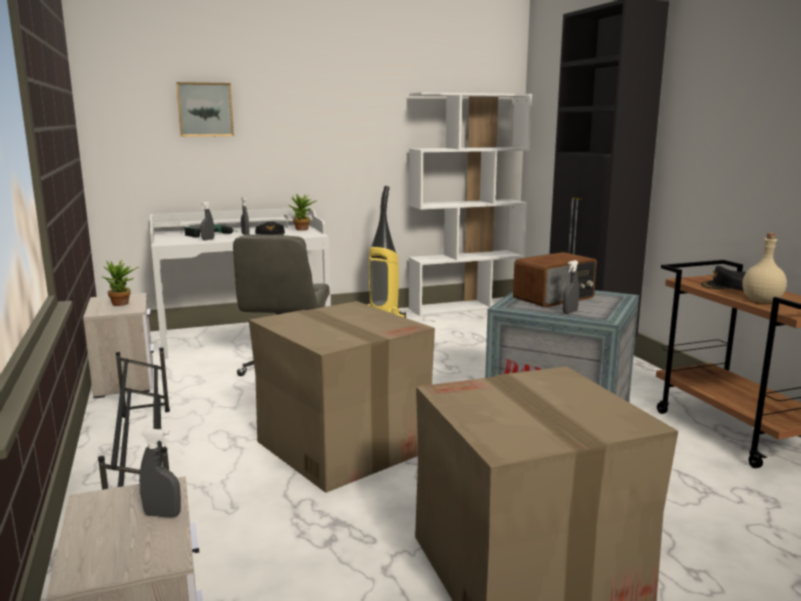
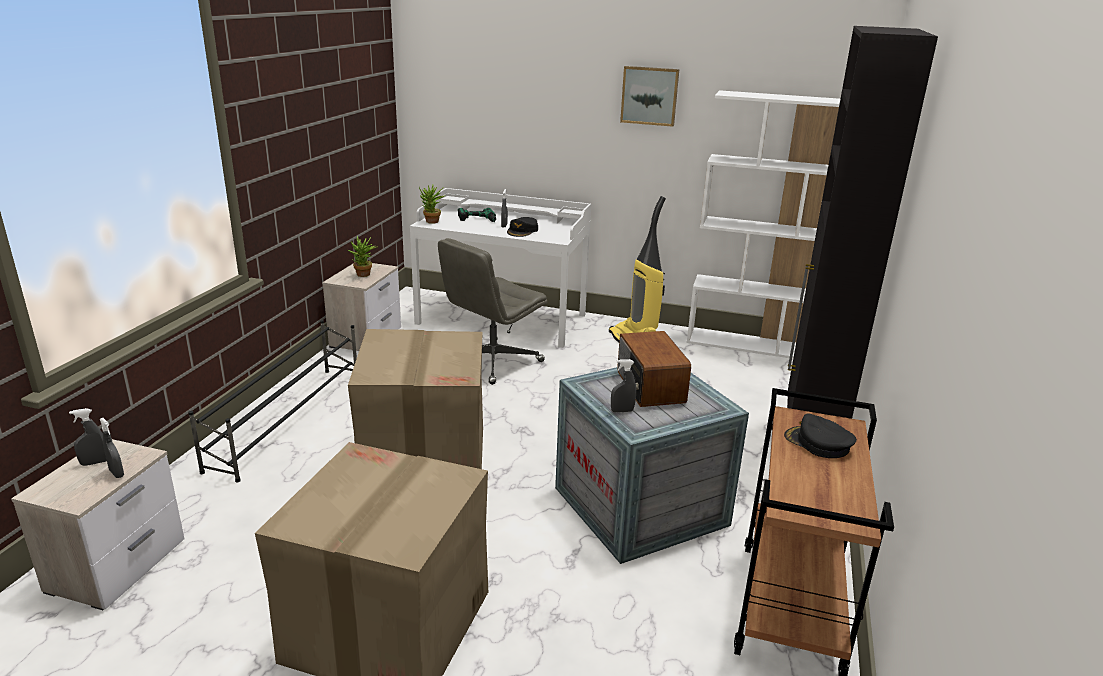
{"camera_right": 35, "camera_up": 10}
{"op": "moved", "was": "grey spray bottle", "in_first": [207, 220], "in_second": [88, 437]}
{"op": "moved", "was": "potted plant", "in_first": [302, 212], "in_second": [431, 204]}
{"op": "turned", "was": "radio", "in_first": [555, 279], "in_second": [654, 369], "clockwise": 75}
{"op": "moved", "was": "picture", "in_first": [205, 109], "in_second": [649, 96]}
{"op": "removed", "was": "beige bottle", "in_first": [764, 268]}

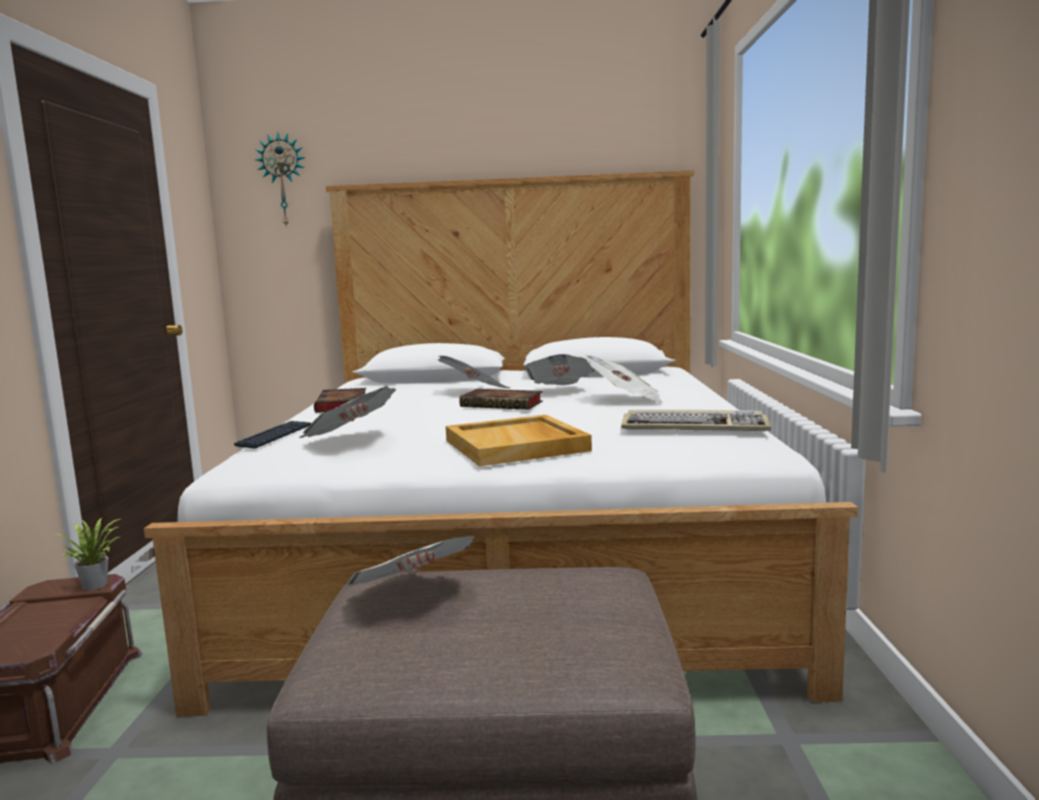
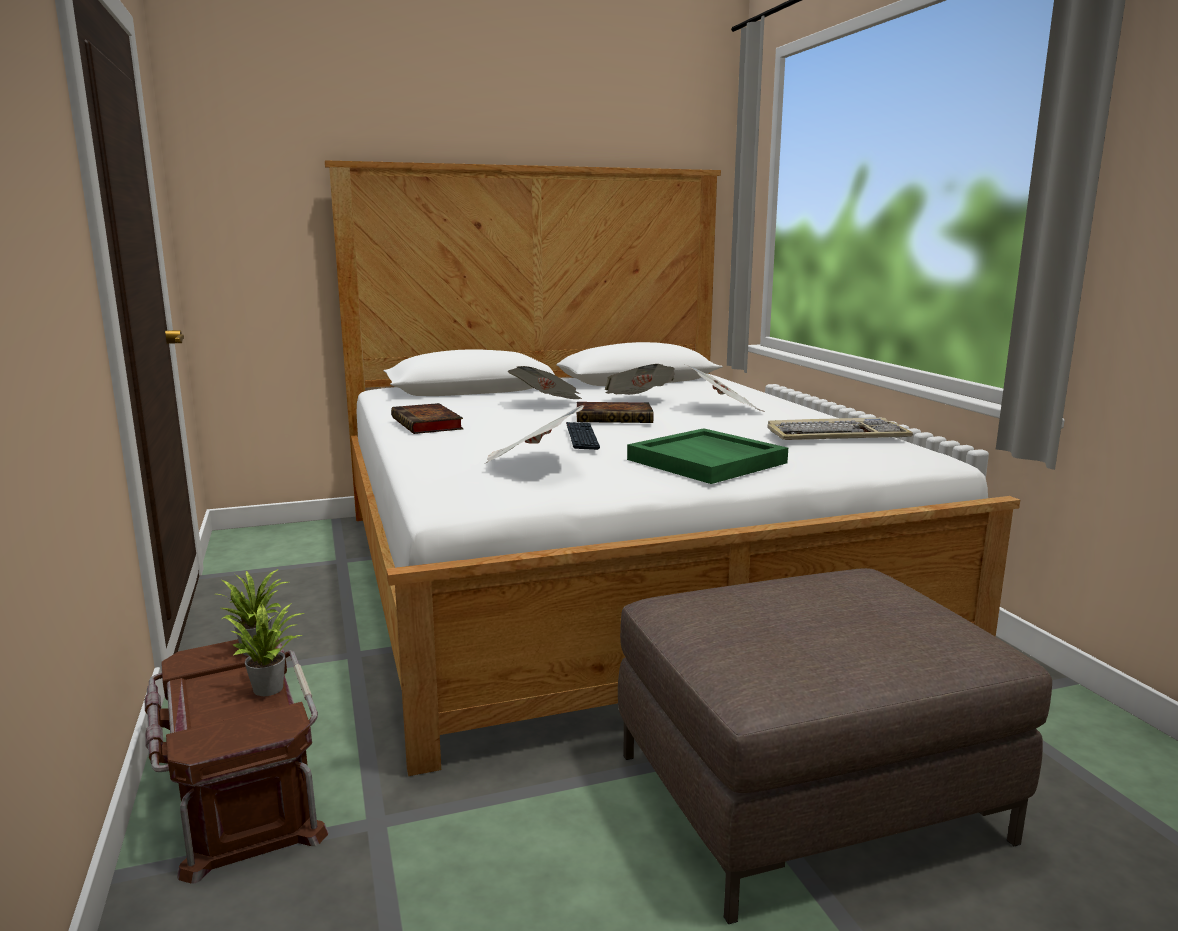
{"camera_right": -20, "camera_up": 5}
{"op": "added", "now": "potted plant", "in_second": [264, 649]}
{"op": "moved", "was": "keyboard", "in_first": [272, 435], "in_second": [583, 436]}
{"op": "recoloured", "was": "beige tray", "now": "green tray", "in_first": [519, 441], "in_second": [707, 456]}
{"op": "removed", "was": "wall clock", "in_first": [280, 180]}
{"op": "removed", "was": "newspaper", "in_first": [411, 561]}

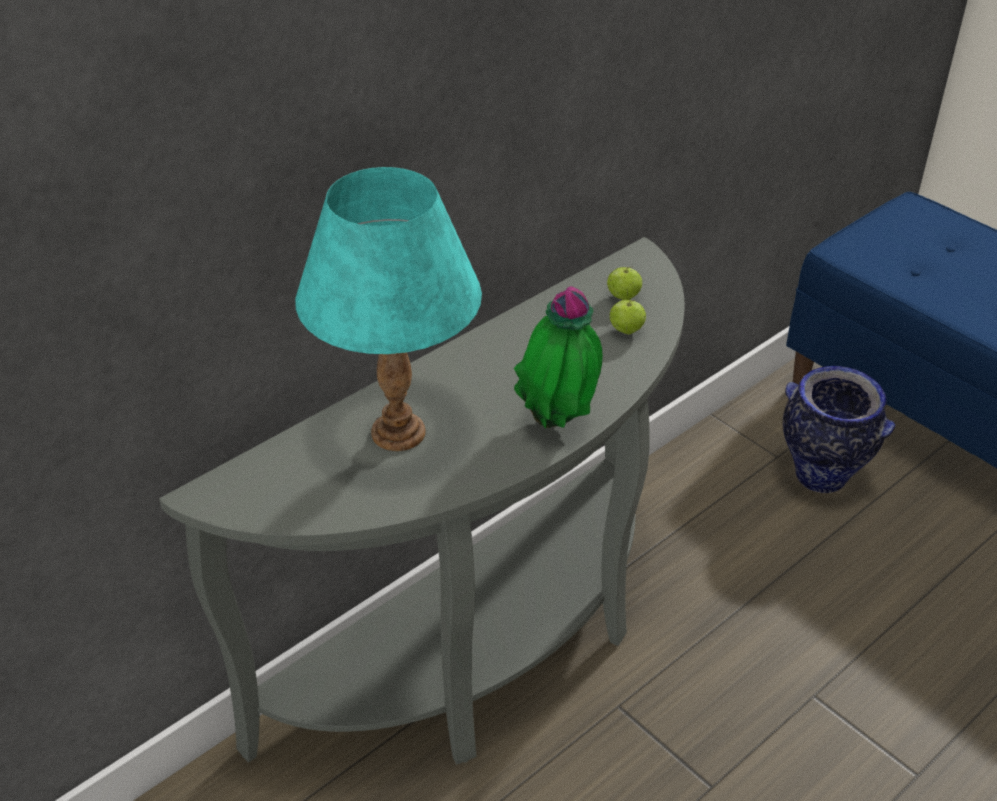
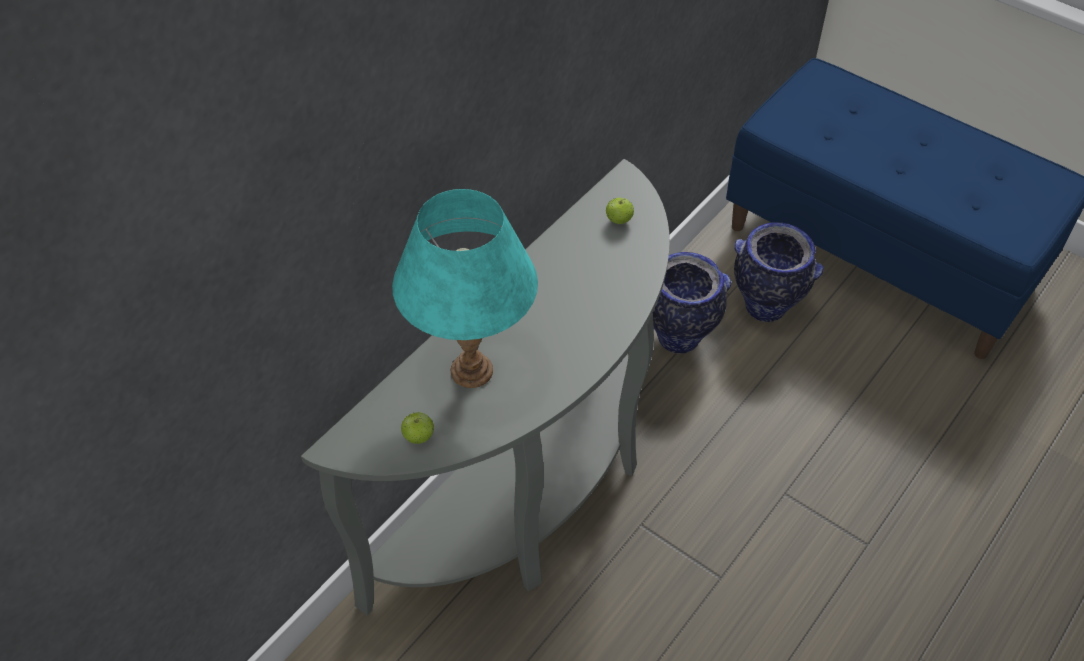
{"camera_right": -10, "camera_up": 10}
{"op": "moved", "was": "apple", "in_first": [628, 317], "in_second": [417, 428]}
{"op": "added", "now": "vase", "in_second": [692, 303]}
{"op": "removed", "was": "potted plant", "in_first": [558, 357]}

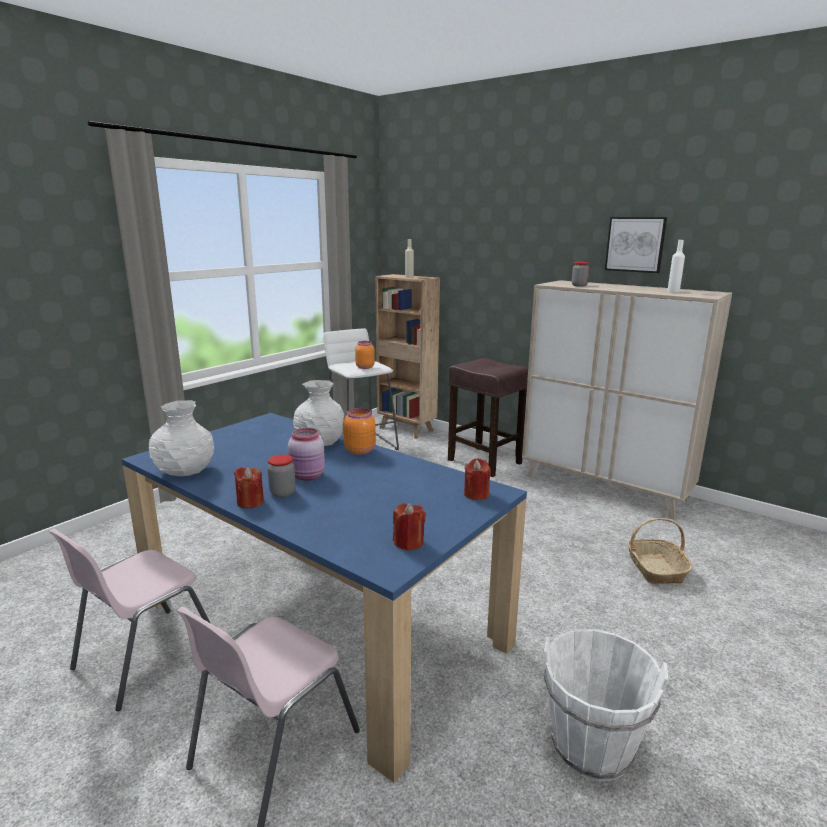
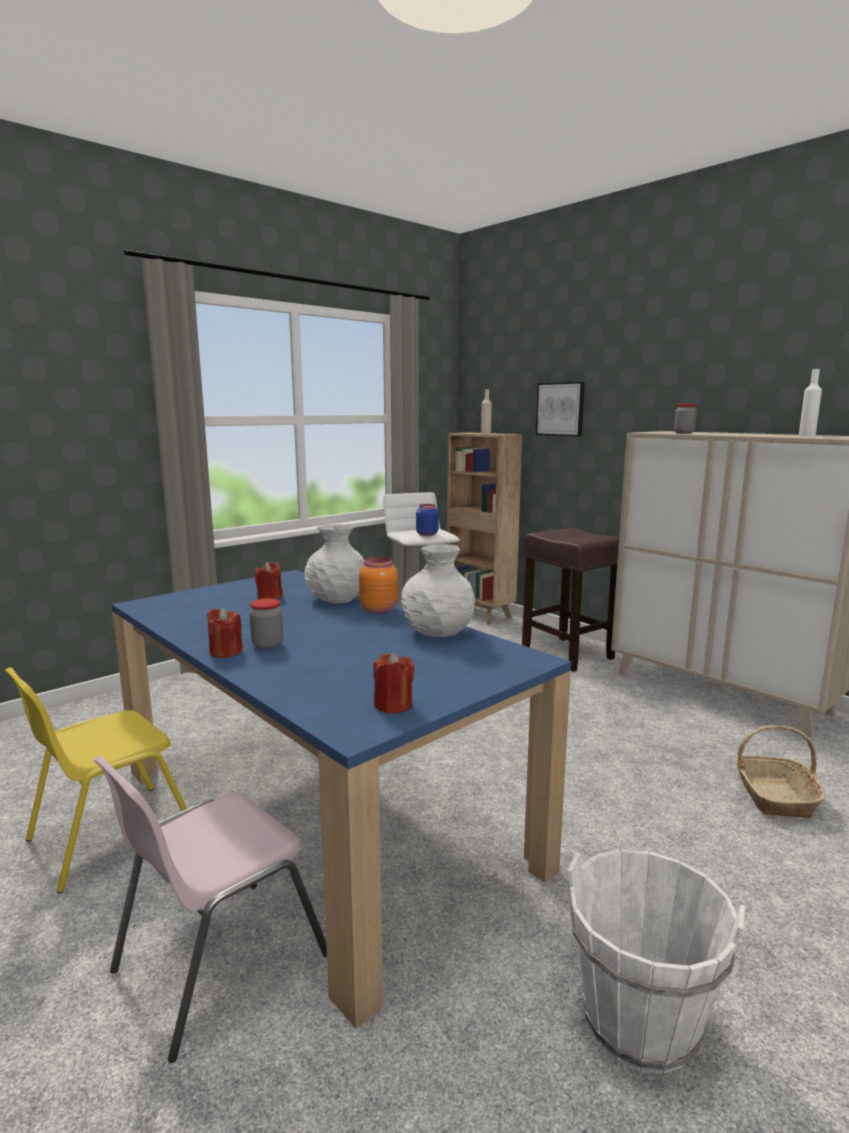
{"camera_right": 10, "camera_up": -5}
{"op": "recoloured", "was": "pink chair", "now": "yellow chair", "in_first": [129, 619], "in_second": [96, 780]}
{"op": "moved", "was": "red candle", "in_first": [477, 479], "in_second": [268, 580]}
{"op": "moved", "was": "white vase", "in_first": [181, 438], "in_second": [438, 590]}
{"op": "recoloured", "was": "orange jar", "now": "blue jar", "in_first": [365, 355], "in_second": [427, 520]}
{"op": "moved", "was": "picture", "in_first": [636, 245], "in_second": [560, 409]}
{"op": "removed", "was": "pink jar", "in_first": [306, 454]}

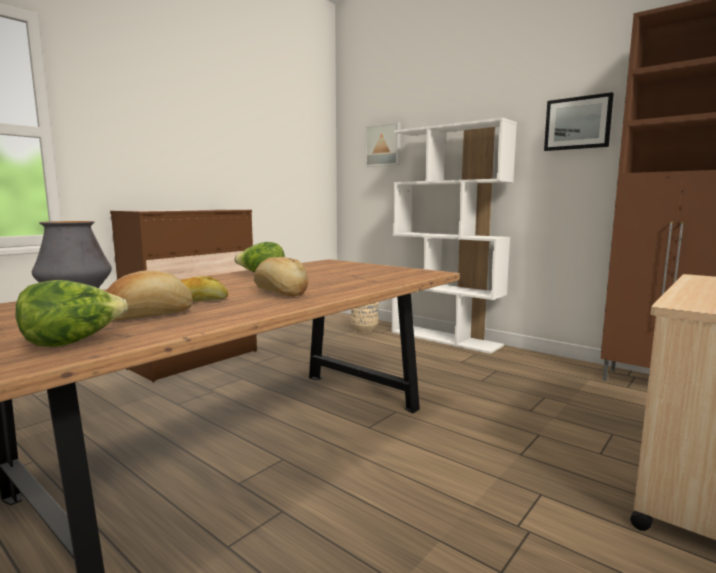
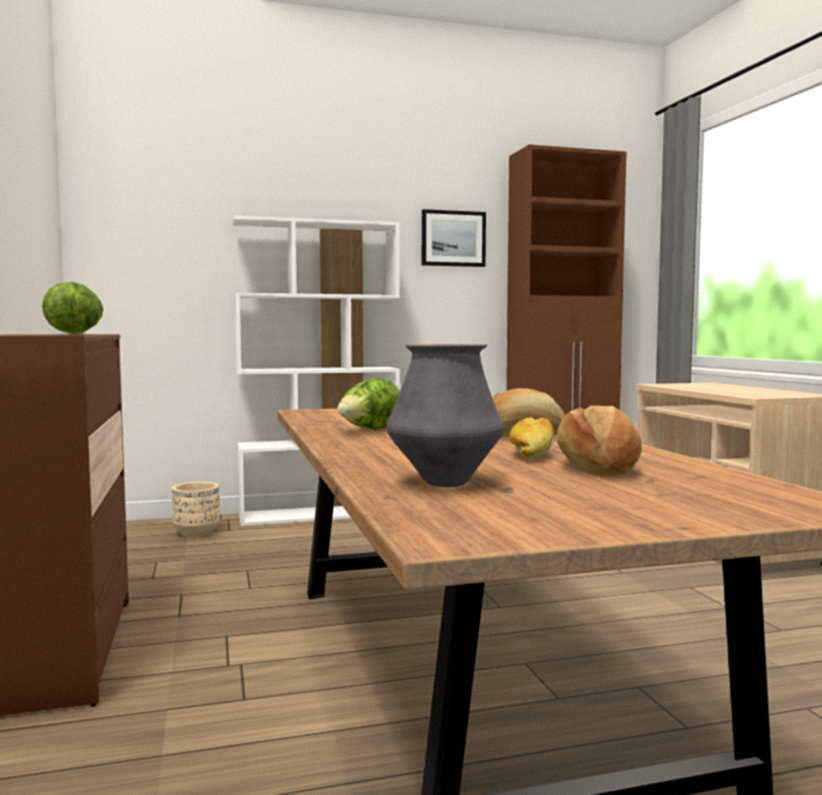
{"camera_right": -55, "camera_up": -5}
{"op": "moved", "was": "lettuce", "in_first": [71, 313], "in_second": [72, 308]}
{"op": "removed", "was": "picture", "in_first": [383, 144]}

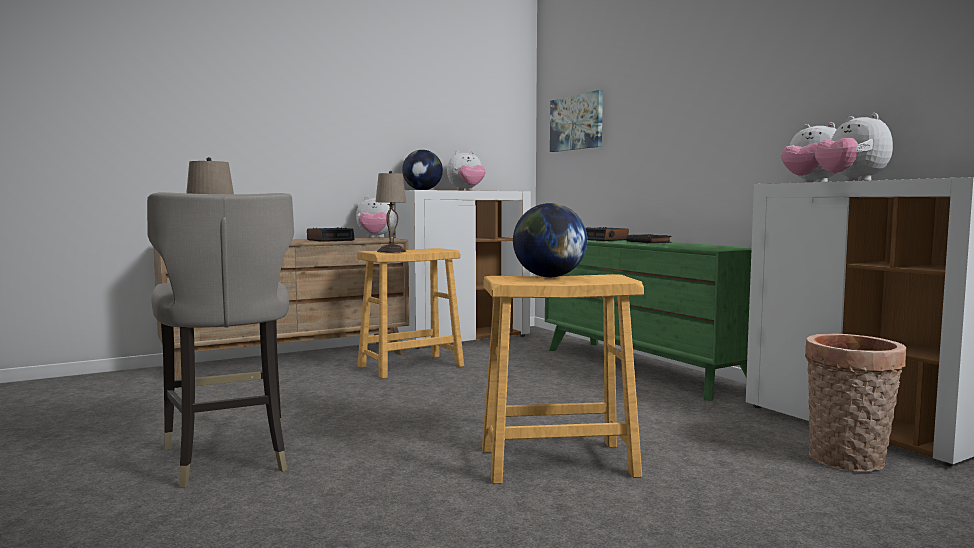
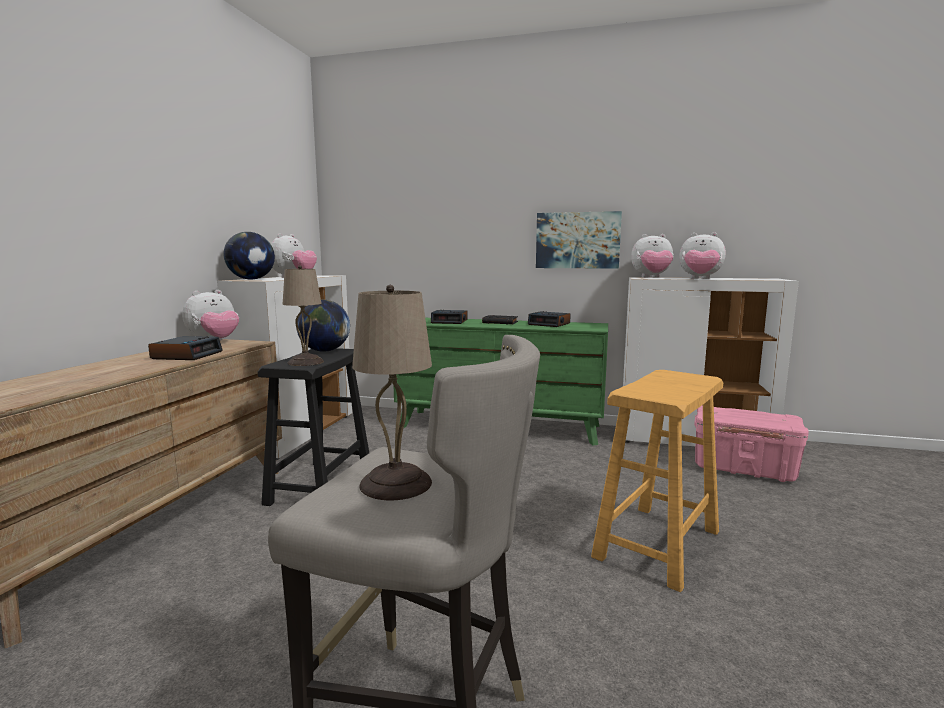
{"camera_right": -45, "camera_up": 5}
{"op": "recoloured", "was": "beige stool", "now": "black stool", "in_first": [410, 313], "in_second": [313, 427]}
{"op": "moved", "was": "globe", "in_first": [550, 240], "in_second": [323, 326]}
{"op": "added", "now": "alarm clock", "in_second": [549, 319]}
{"op": "moved", "was": "picture", "in_first": [576, 121], "in_second": [579, 240]}
{"op": "replaced", "was": "basket", "now": "pink storage box", "in_first": [855, 402], "in_second": [751, 443]}

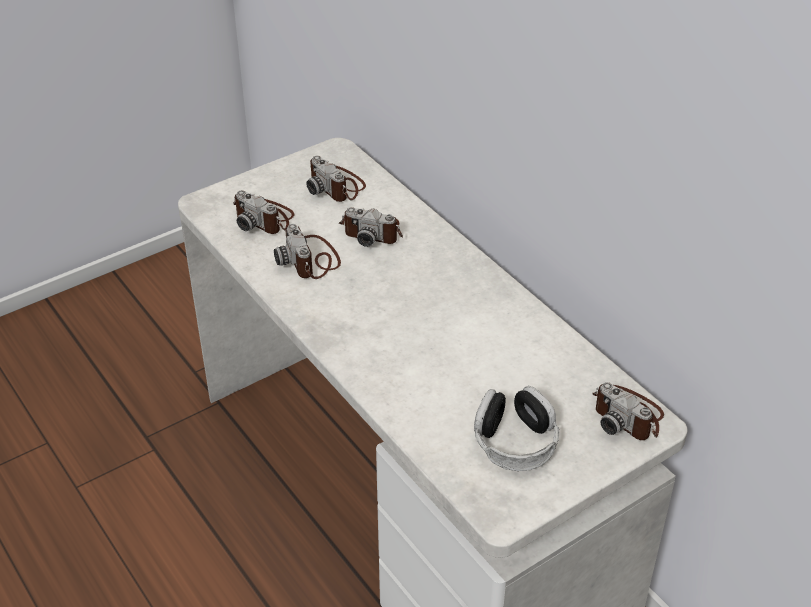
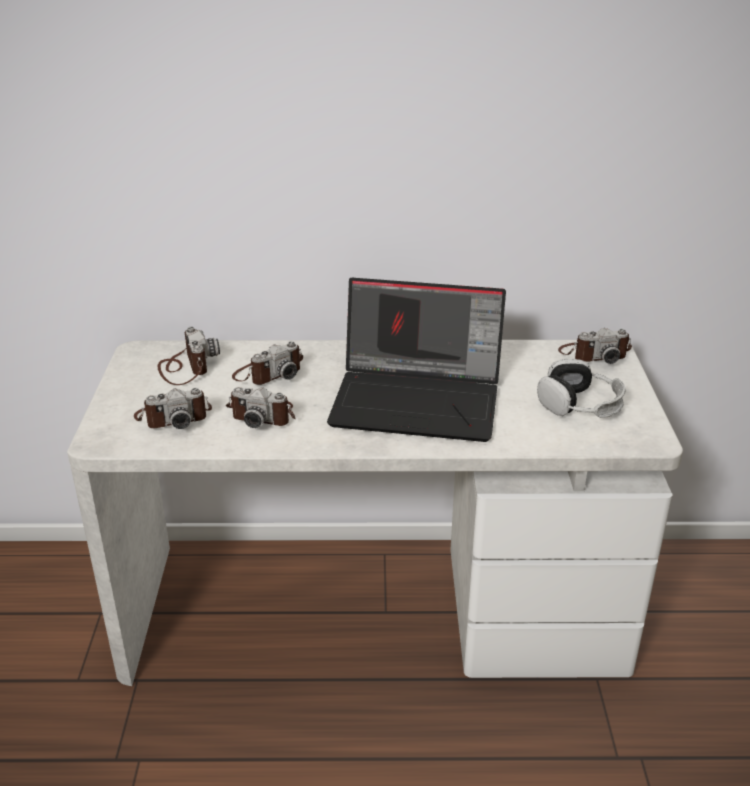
{"camera_right": -55, "camera_up": -10}
{"op": "turned", "was": "photo camera", "in_first": [336, 179], "in_second": [189, 356], "clockwise": -105}
{"op": "added", "now": "laptop", "in_second": [416, 360]}

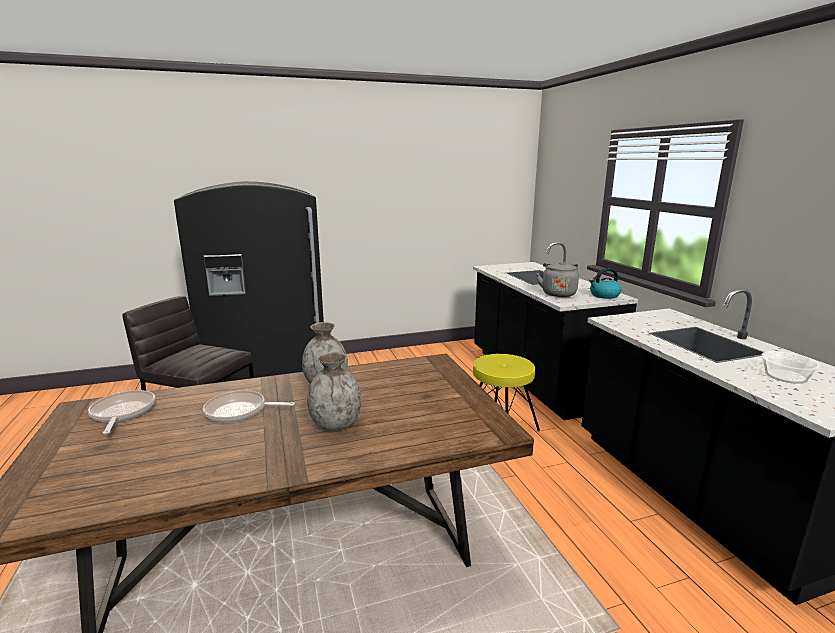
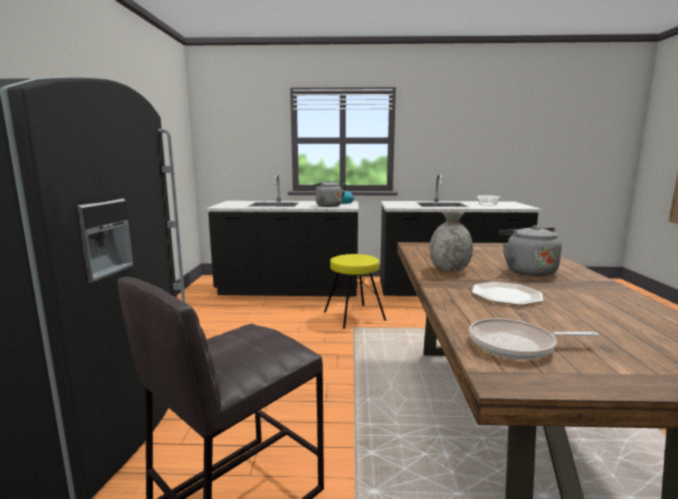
{"camera_right": -70, "camera_up": -5}
{"op": "replaced", "was": "frying pan", "now": "plate", "in_first": [249, 406], "in_second": [507, 293]}
{"op": "replaced", "was": "grey vase", "now": "grey kettle", "in_first": [334, 391], "in_second": [531, 250]}

